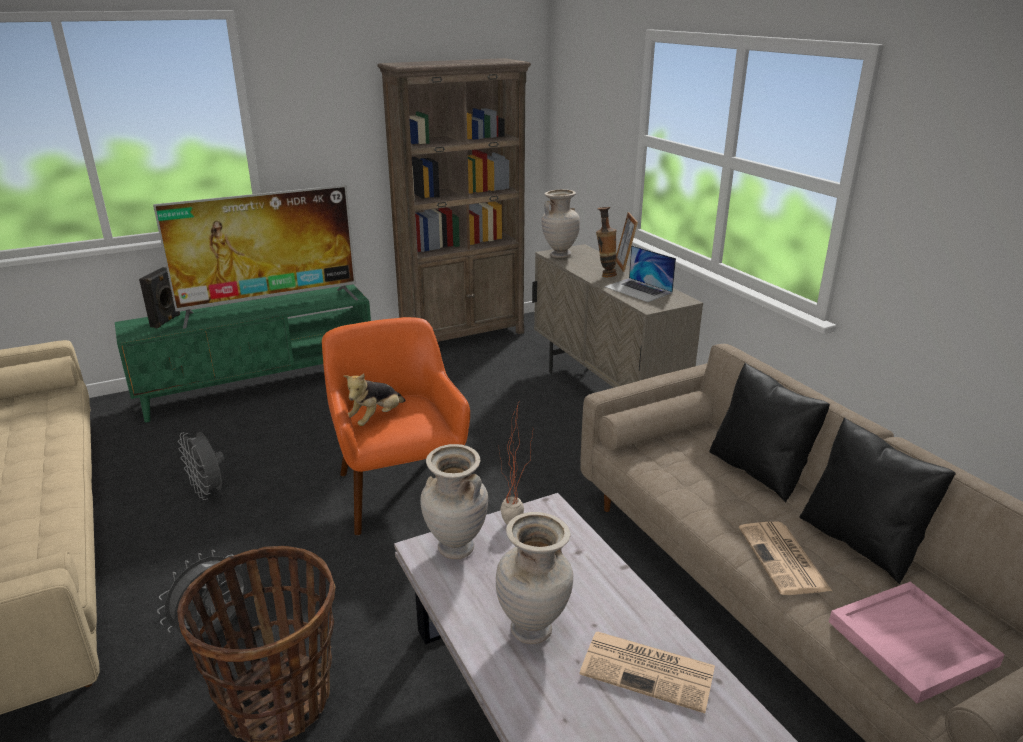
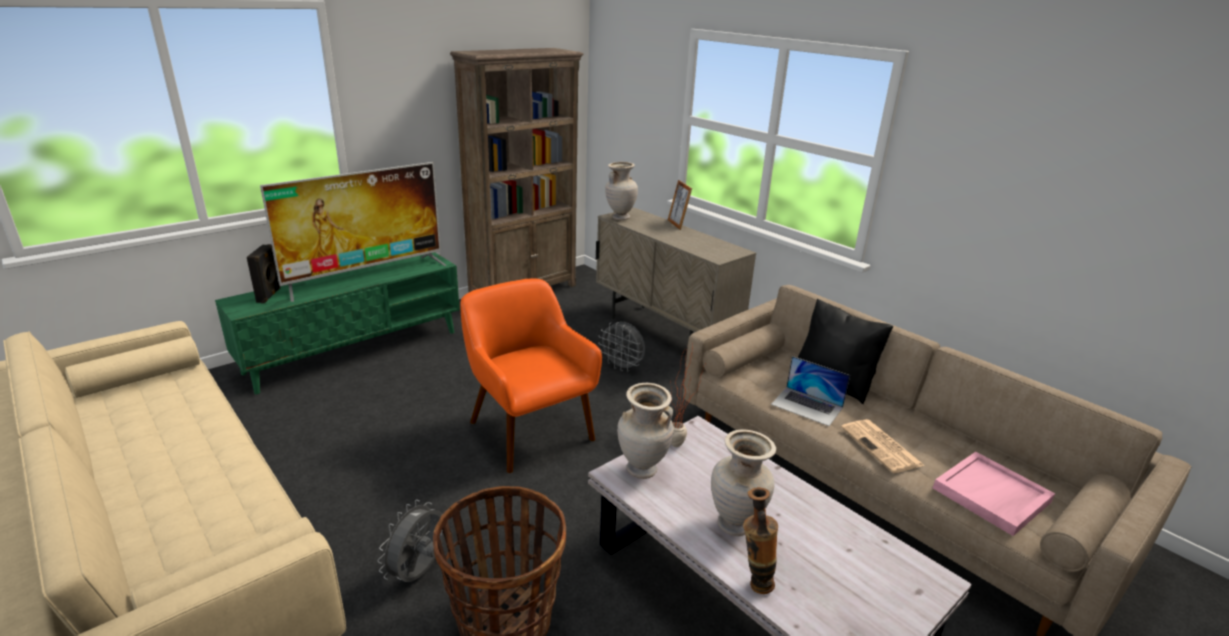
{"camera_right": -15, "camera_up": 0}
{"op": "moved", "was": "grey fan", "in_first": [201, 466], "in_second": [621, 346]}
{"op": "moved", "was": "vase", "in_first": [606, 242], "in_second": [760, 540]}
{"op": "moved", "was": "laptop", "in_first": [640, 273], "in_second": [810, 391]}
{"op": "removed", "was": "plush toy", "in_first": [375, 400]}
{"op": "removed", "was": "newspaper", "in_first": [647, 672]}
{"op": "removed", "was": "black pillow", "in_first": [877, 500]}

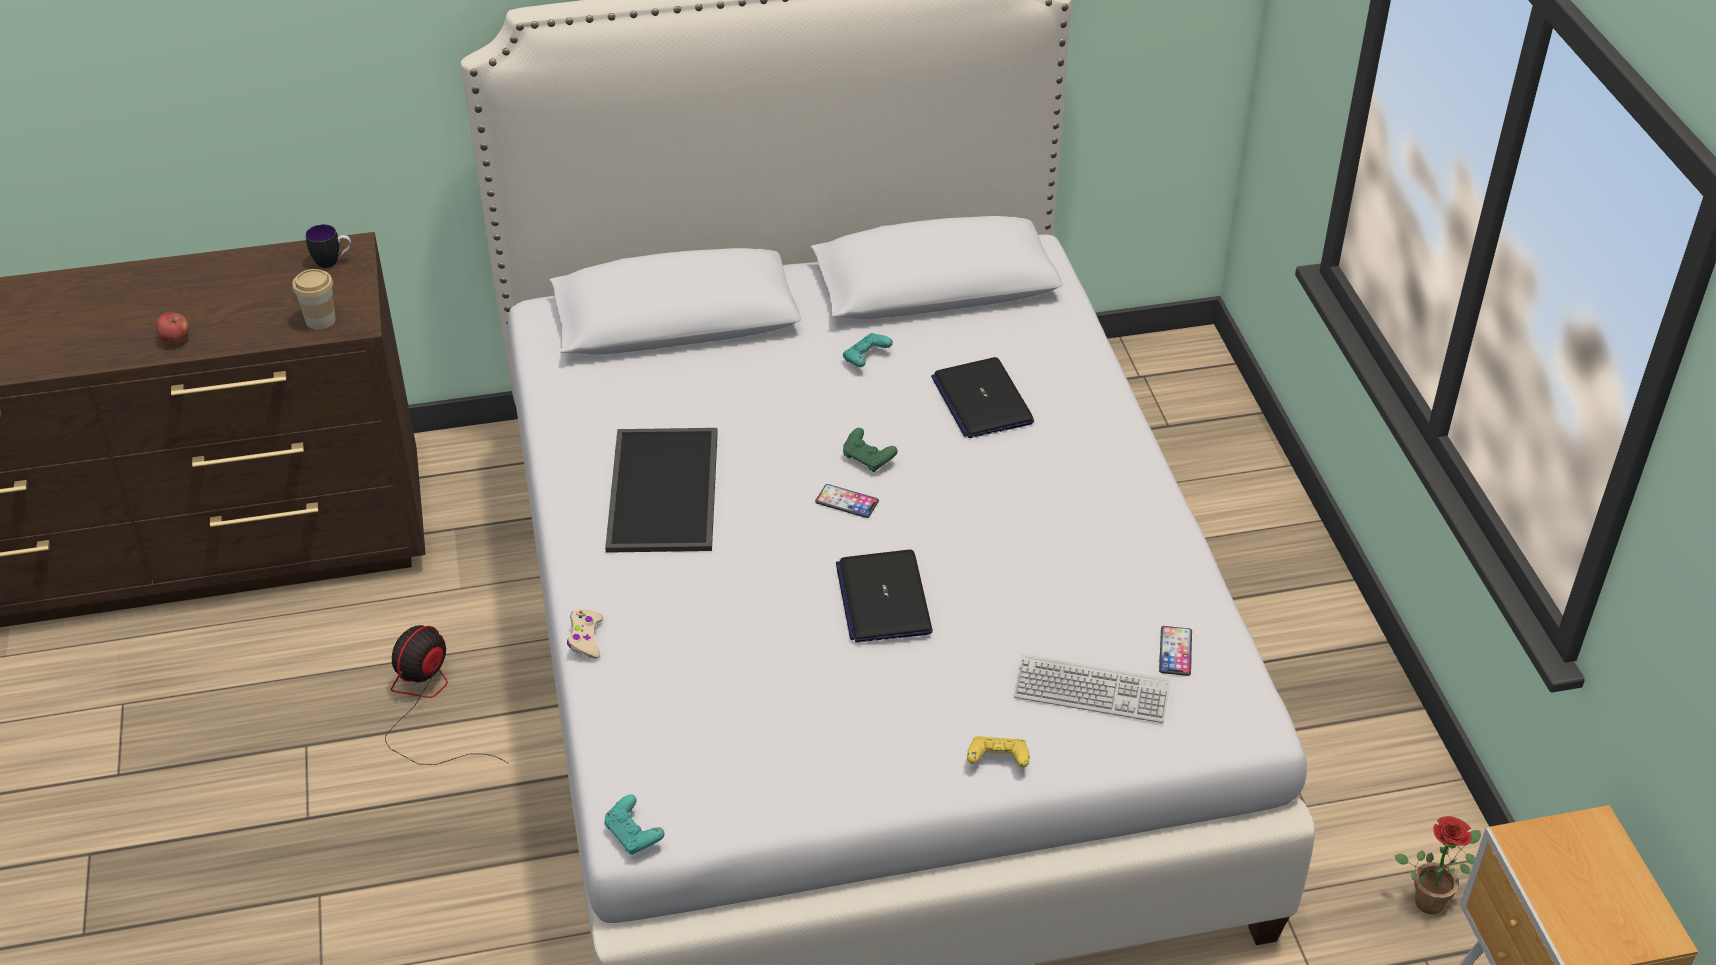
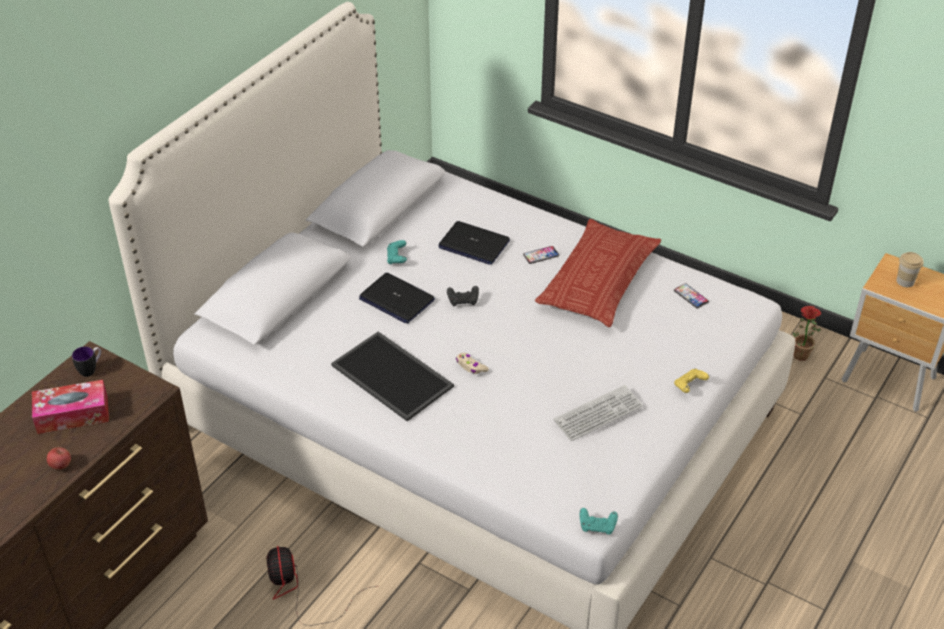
{"camera_right": -45, "camera_up": 0}
{"op": "added", "now": "tissue box", "in_second": [70, 407]}
{"op": "moved", "was": "laptop", "in_first": [884, 596], "in_second": [397, 298]}
{"op": "recoloured", "was": "green game controller", "now": "black game controller", "in_first": [870, 450], "in_second": [463, 296]}
{"op": "moved", "was": "beige game controller", "in_first": [585, 634], "in_second": [472, 363]}
{"op": "moved", "was": "phone", "in_first": [847, 501], "in_second": [541, 255]}
{"op": "added", "now": "pillow", "in_second": [598, 273]}
{"op": "moved", "was": "keyboard", "in_first": [1092, 688], "in_second": [598, 413]}
{"op": "moved", "was": "cup", "in_first": [314, 299], "in_second": [910, 269]}

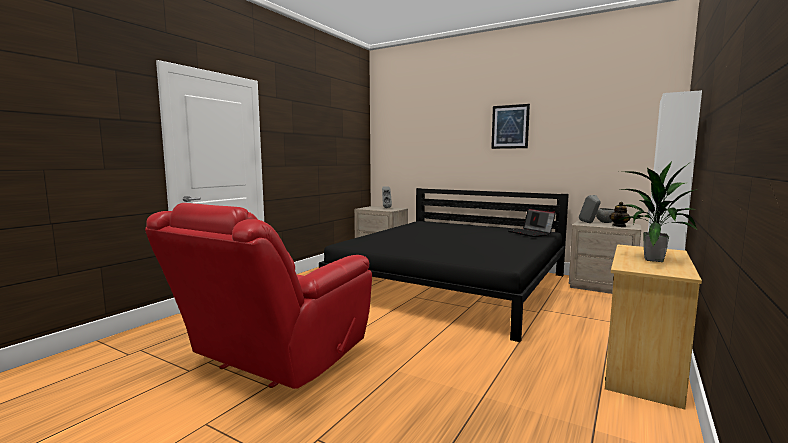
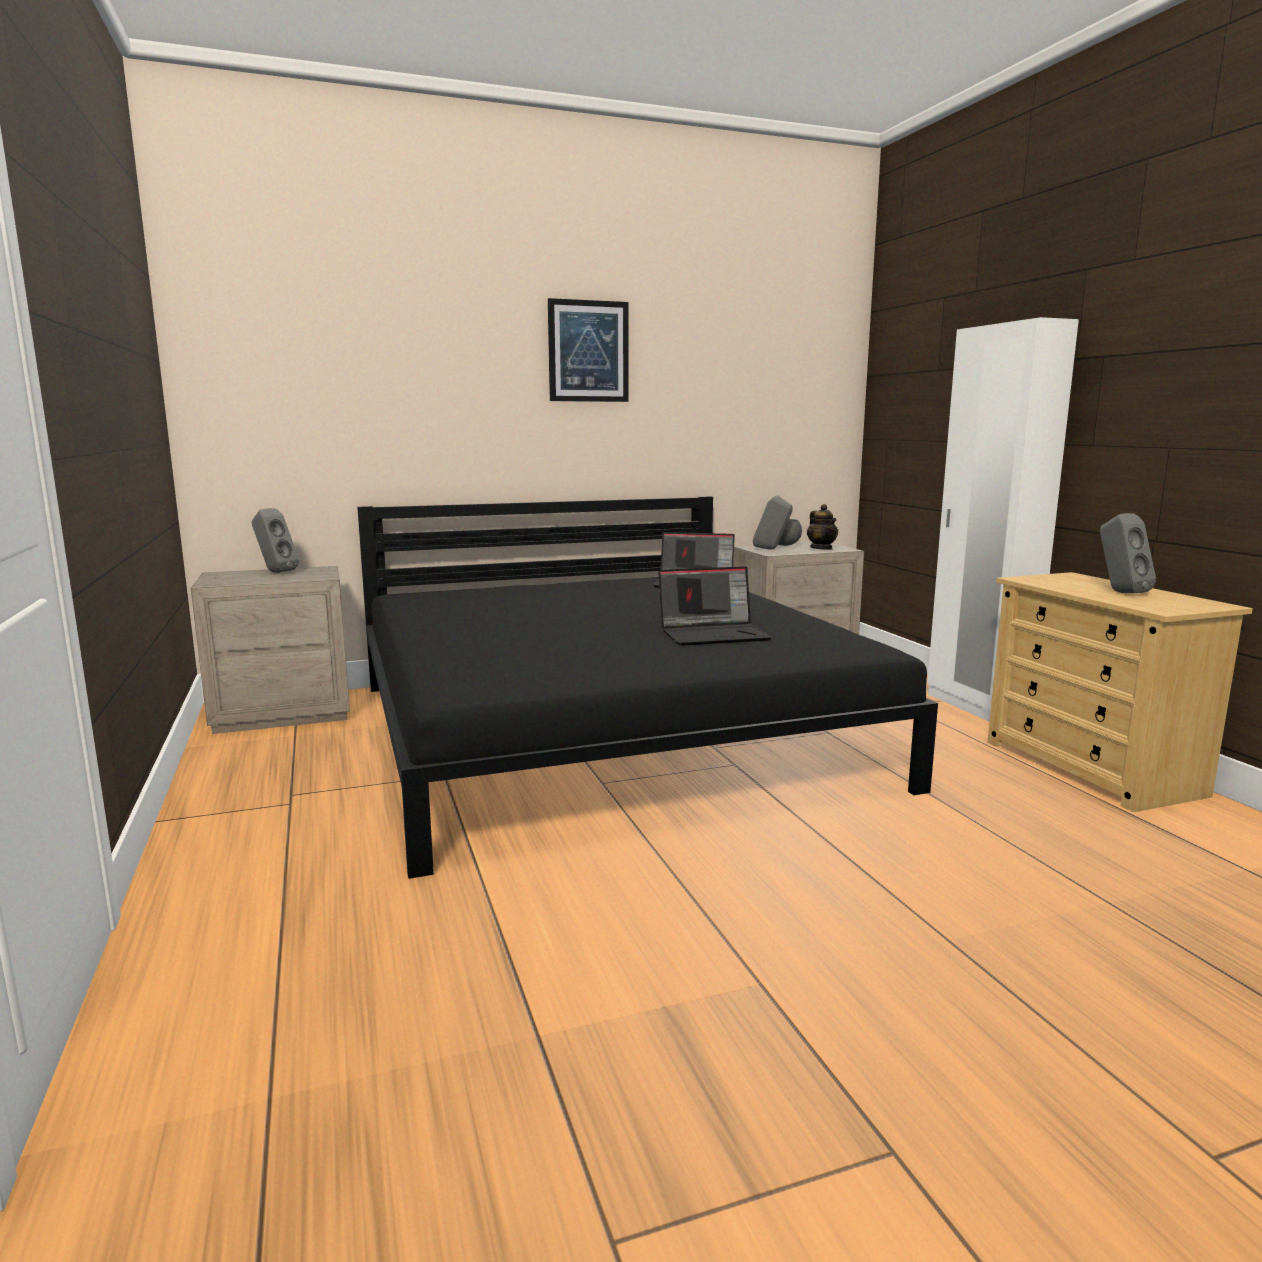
{"camera_right": -50, "camera_up": 5}
{"op": "added", "now": "laptop", "in_second": [715, 606]}
{"op": "replaced", "was": "potted plant", "now": "grey speaker", "in_first": [657, 211], "in_second": [1128, 553]}
{"op": "removed", "was": "red armchair", "in_first": [258, 296]}

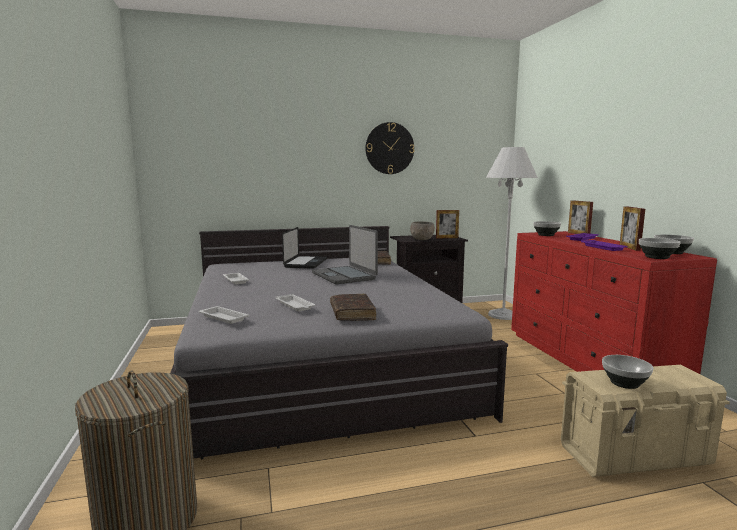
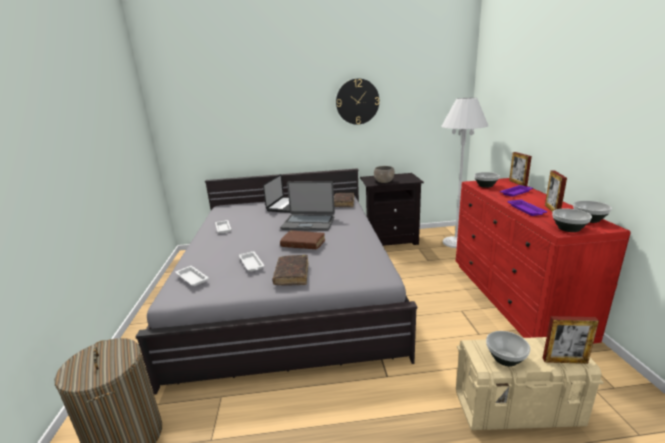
{"camera_right": 10, "camera_up": 10}
{"op": "turned", "was": "laptop", "in_first": [345, 254], "in_second": [307, 206], "clockwise": -60}
{"op": "added", "now": "brown book", "in_second": [302, 239]}
{"op": "moved", "was": "picture frame", "in_first": [447, 224], "in_second": [571, 340]}

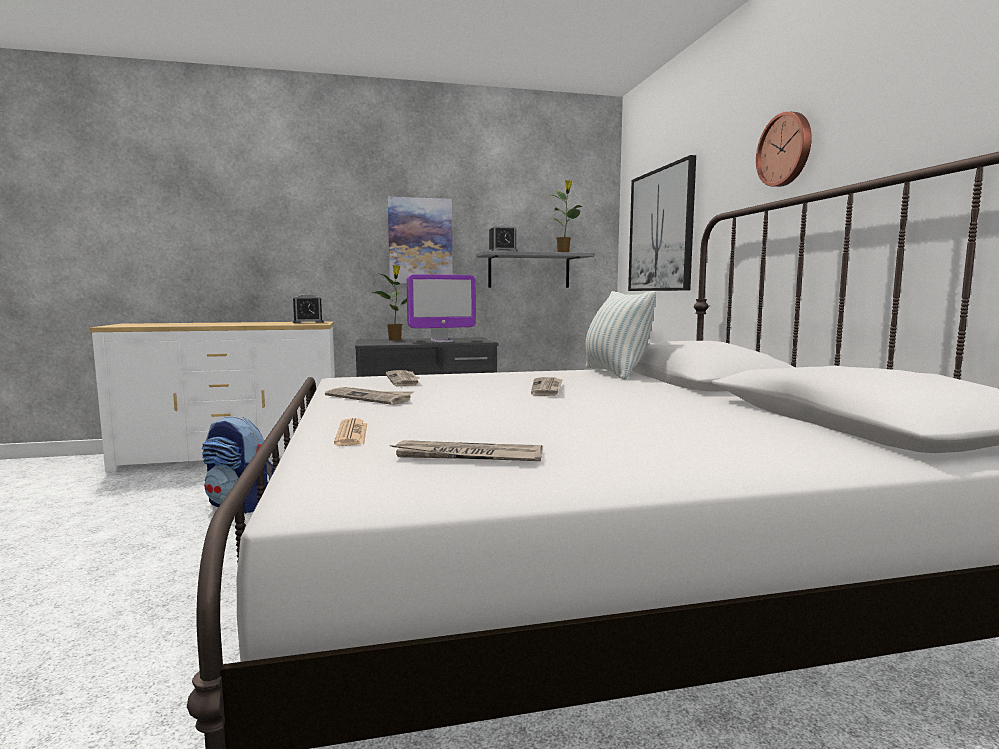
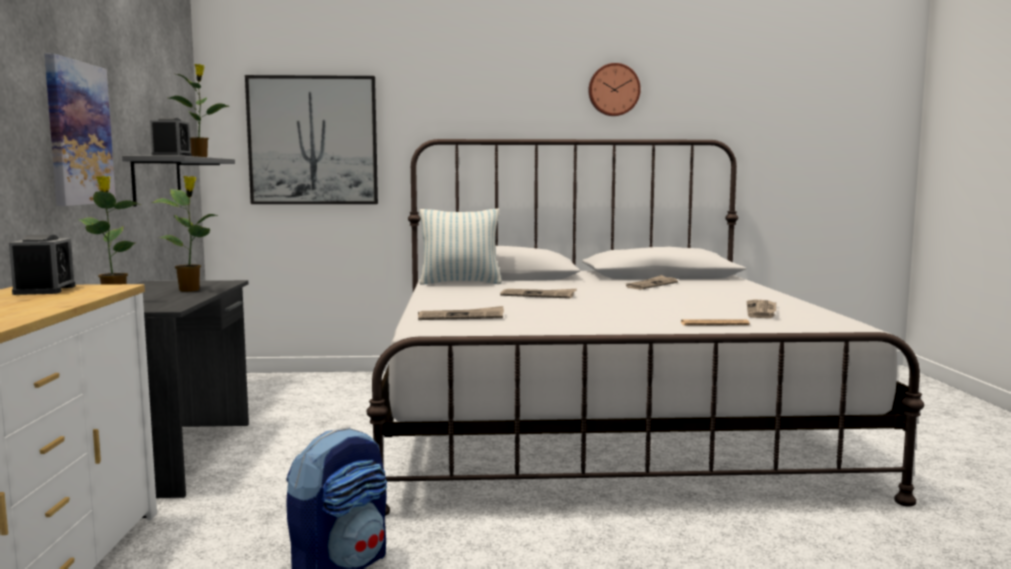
{"camera_right": -80, "camera_up": 0}
{"op": "replaced", "was": "monitor", "now": "potted plant", "in_first": [441, 308], "in_second": [185, 234]}
{"op": "moved", "was": "wall clock", "in_first": [784, 149], "in_second": [614, 89]}
{"op": "moved", "was": "newspaper", "in_first": [369, 396], "in_second": [652, 282]}

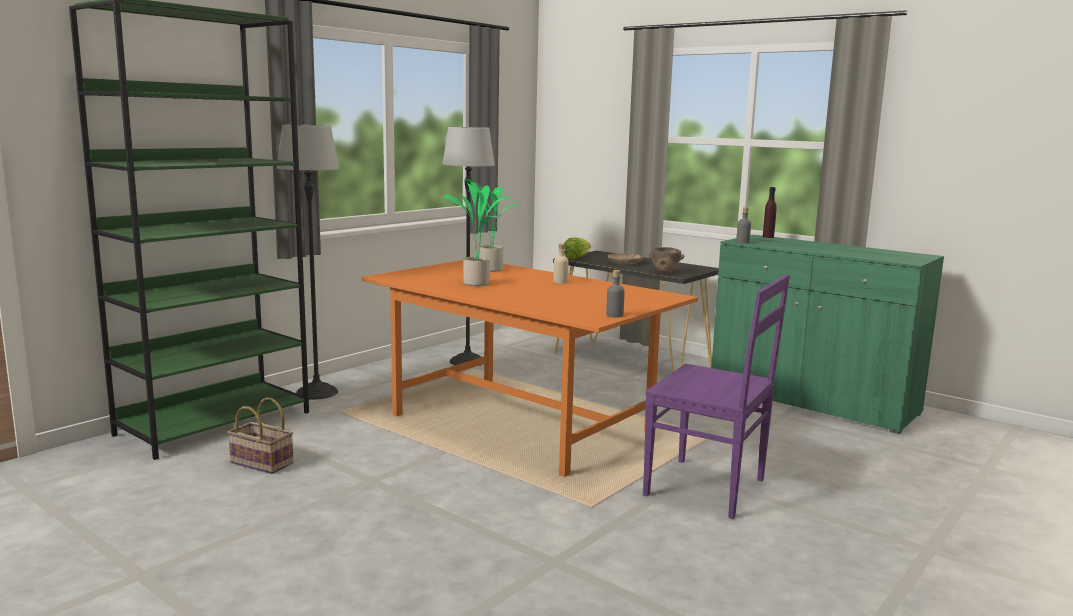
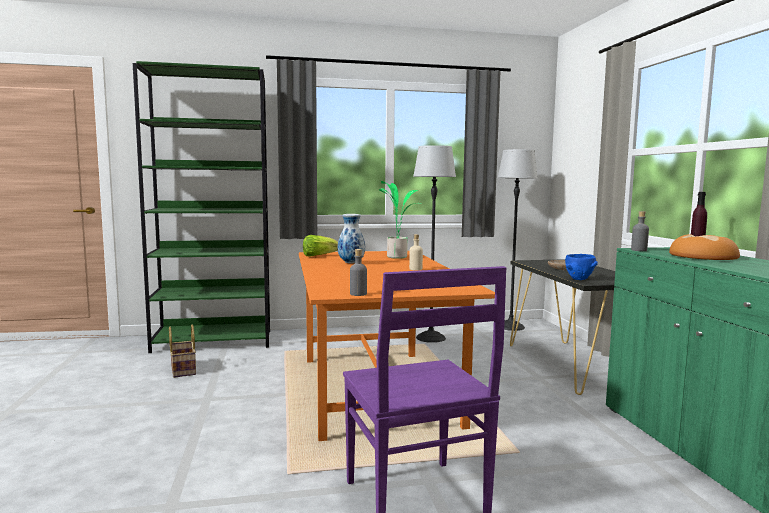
{"camera_right": 40, "camera_up": -5}
{"op": "moved", "was": "lettuce", "in_first": [577, 248], "in_second": [320, 246]}
{"op": "replaced", "was": "potted plant", "now": "vase", "in_first": [478, 234], "in_second": [351, 238]}
{"op": "moved", "was": "floor lamp", "in_first": [308, 262], "in_second": [518, 240]}
{"op": "recoloured", "was": "brown bowl", "now": "blue bowl", "in_first": [666, 260], "in_second": [581, 267]}
{"op": "added", "now": "bread", "in_second": [704, 247]}

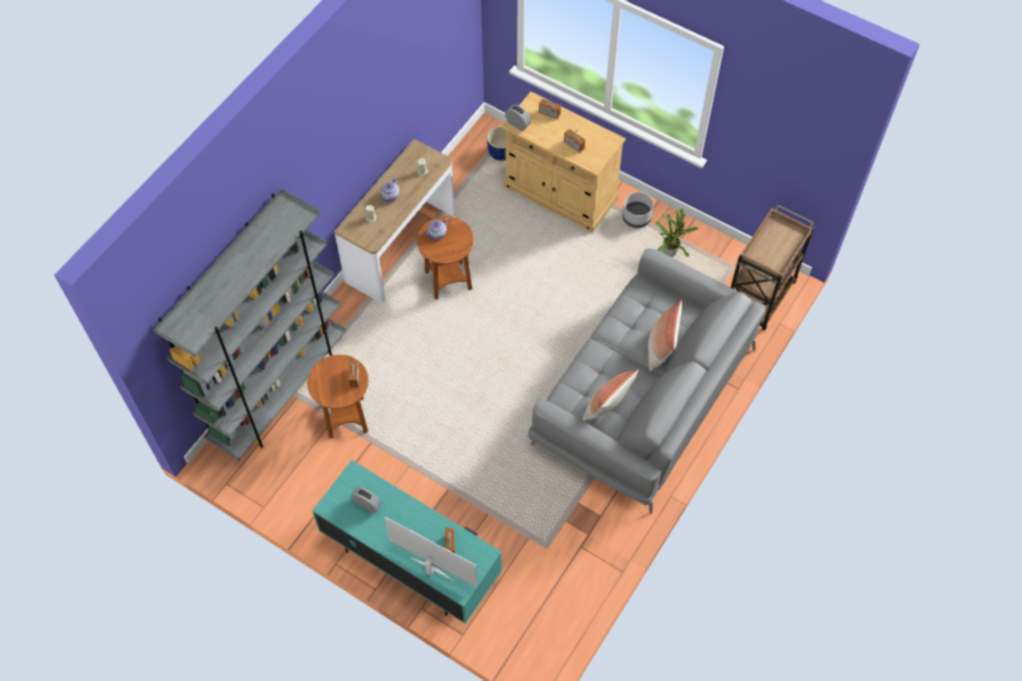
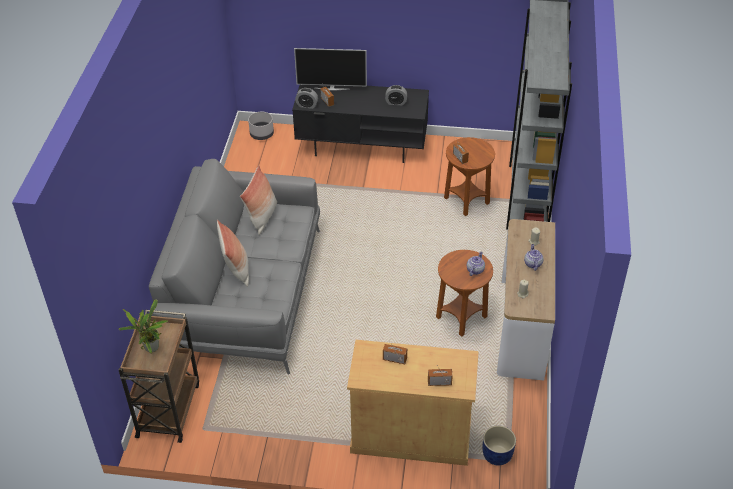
{"camera_right": 155, "camera_up": -15}
{"op": "moved", "was": "potted plant", "in_first": [677, 233], "in_second": [143, 326]}
{"op": "moved", "was": "grey planter", "in_first": [638, 210], "in_second": [261, 126]}
{"op": "recoloured", "was": "turquoise tv stand", "now": "black tv stand", "in_first": [407, 542], "in_second": [360, 124]}
{"op": "moved", "was": "alarm clock", "in_first": [518, 118], "in_second": [306, 98]}

